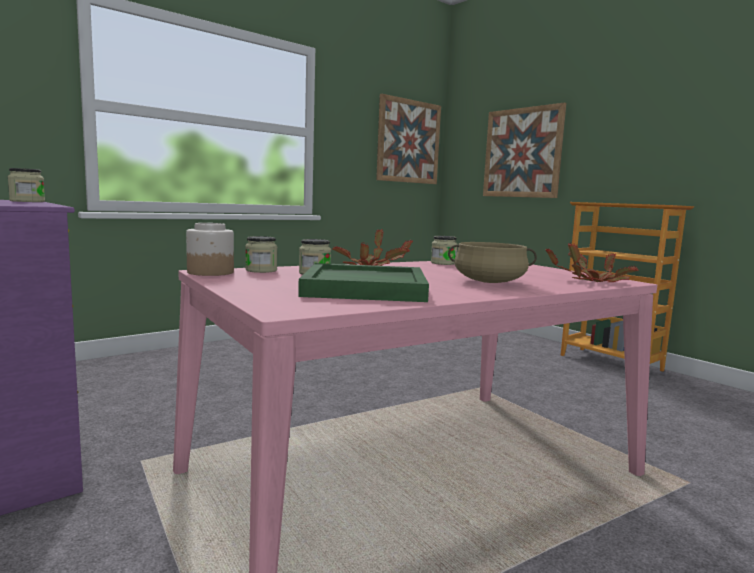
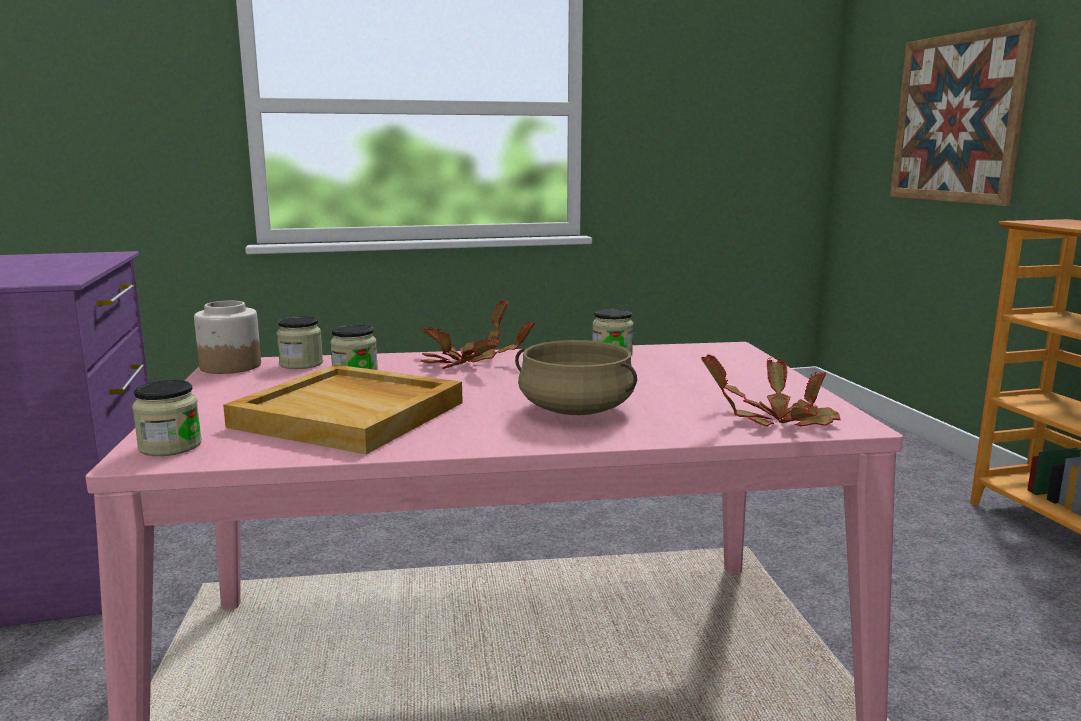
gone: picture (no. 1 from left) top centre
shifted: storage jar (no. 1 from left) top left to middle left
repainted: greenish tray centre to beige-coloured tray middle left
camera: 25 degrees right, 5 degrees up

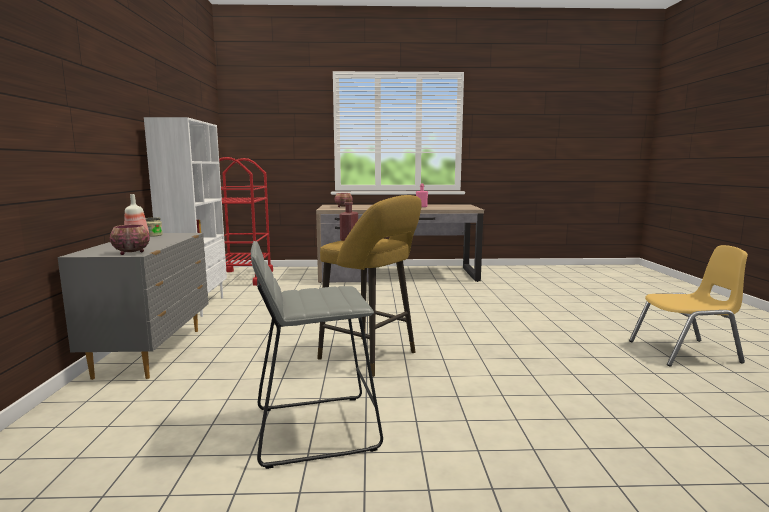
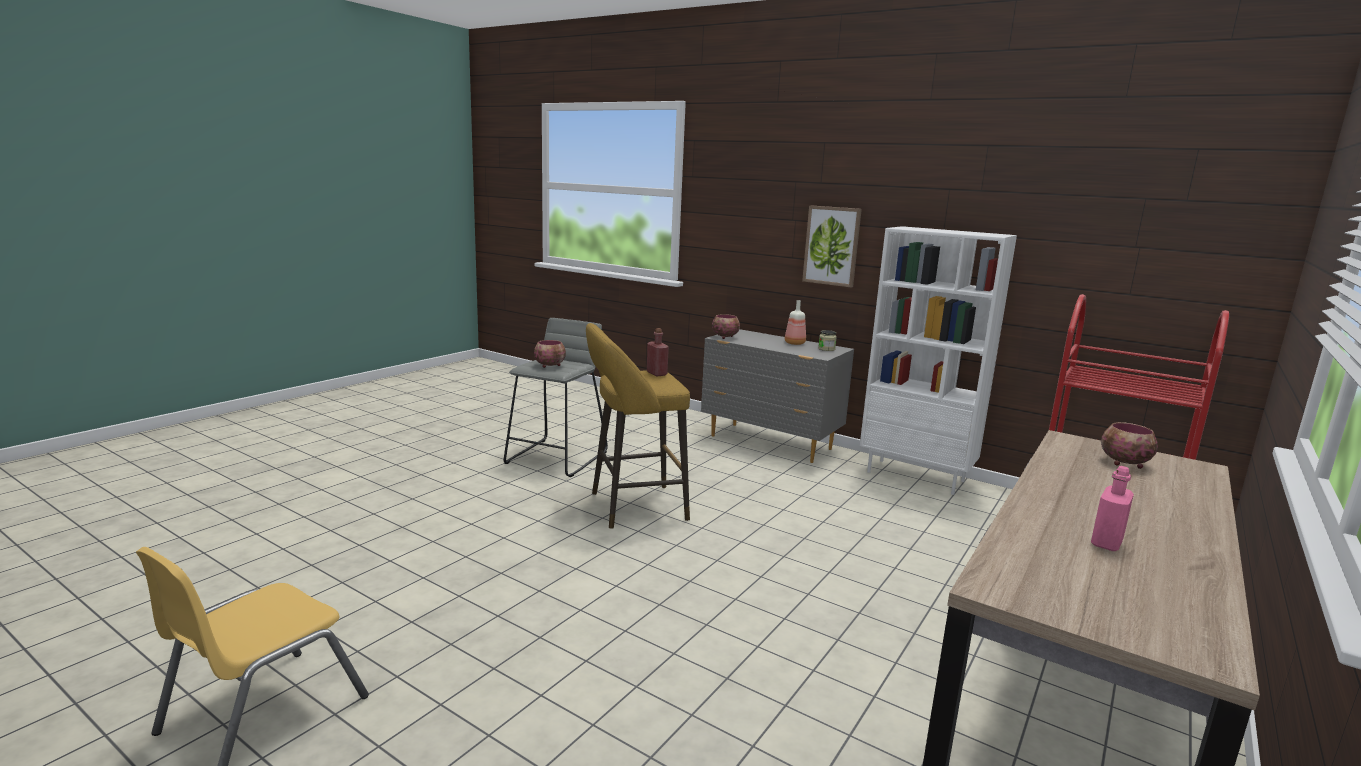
new: deep dish (no. 1 from left) centre; picture top centre
camera: 125 degrees right, 5 degrees up

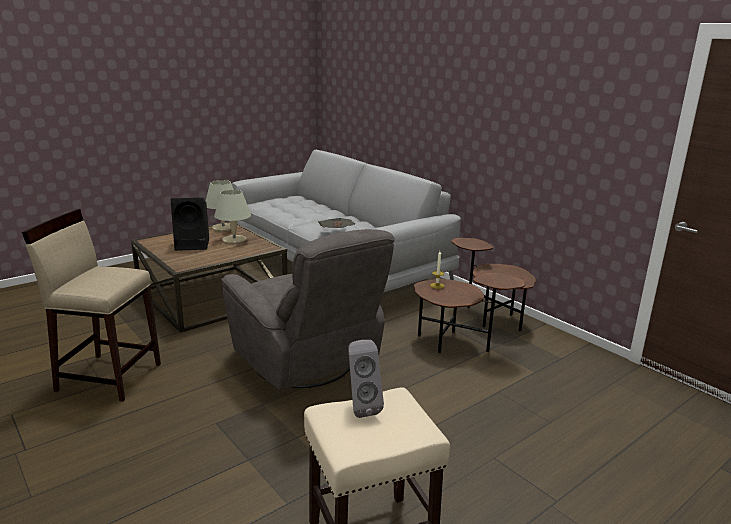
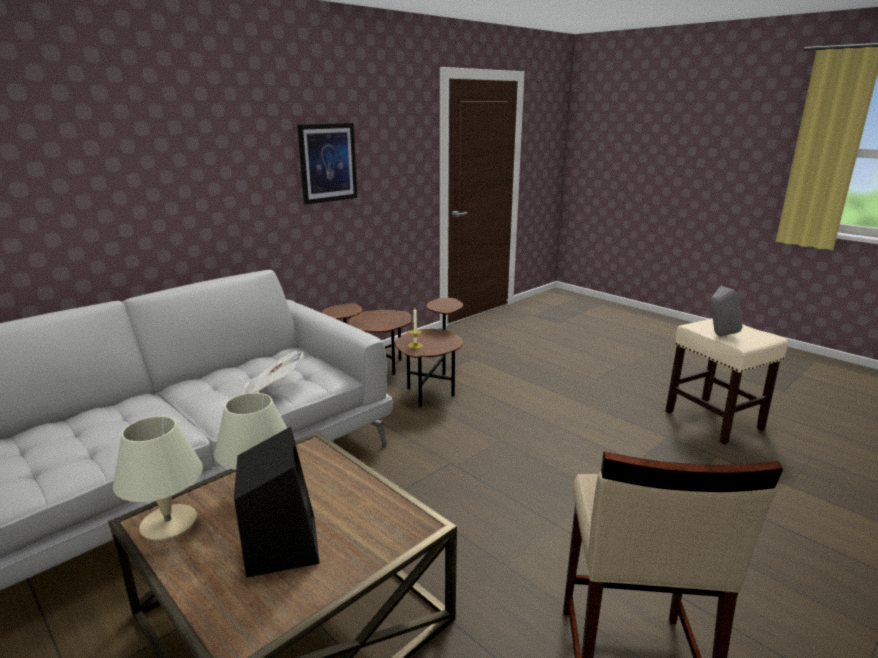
gone: grey lounge chair centre
new: picture top centre
camera: 95 degrees left, 0 degrees up

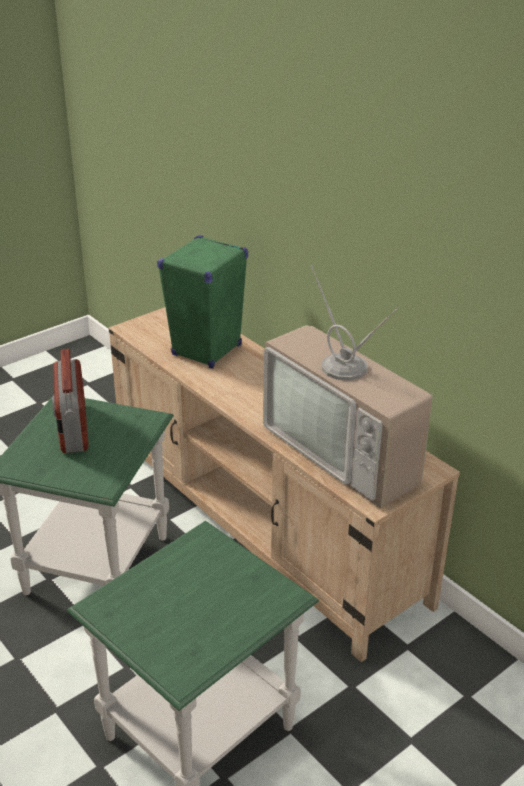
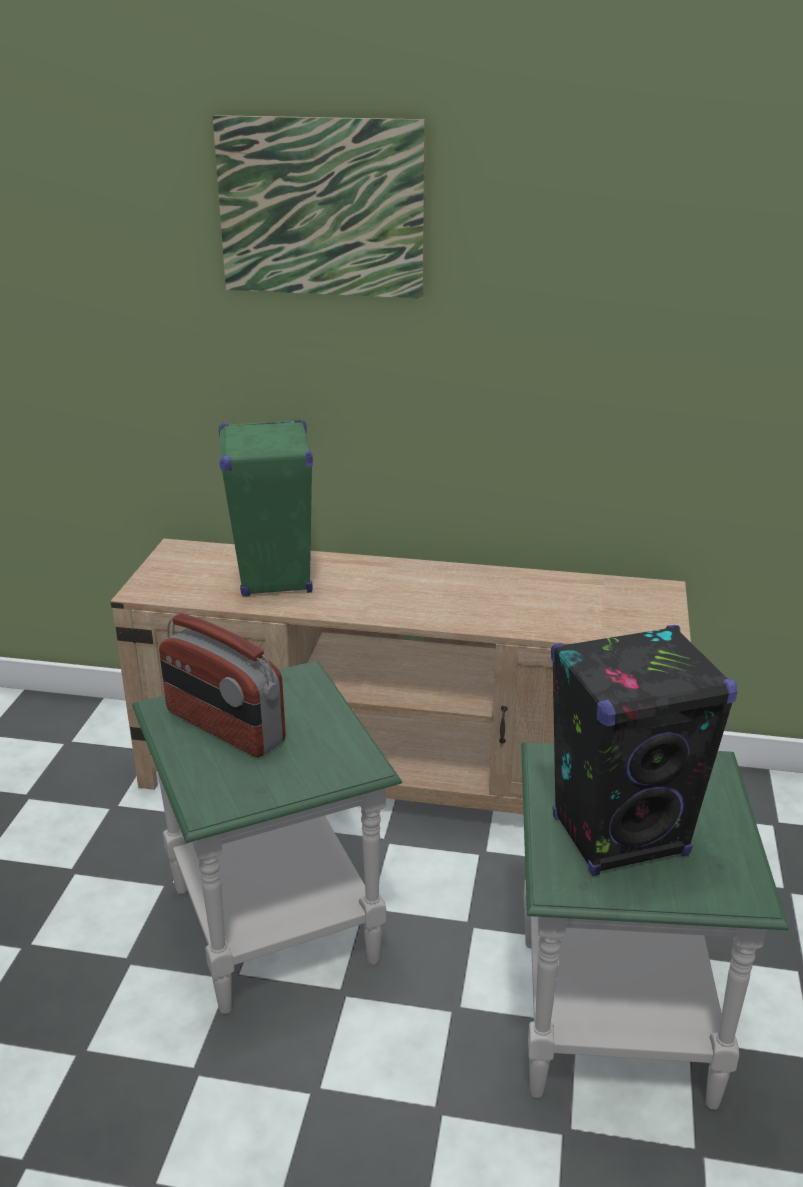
gone: television centre
new: picture top centre; blackish speaker middle right
camera: 40 degrees left, 5 degrees down

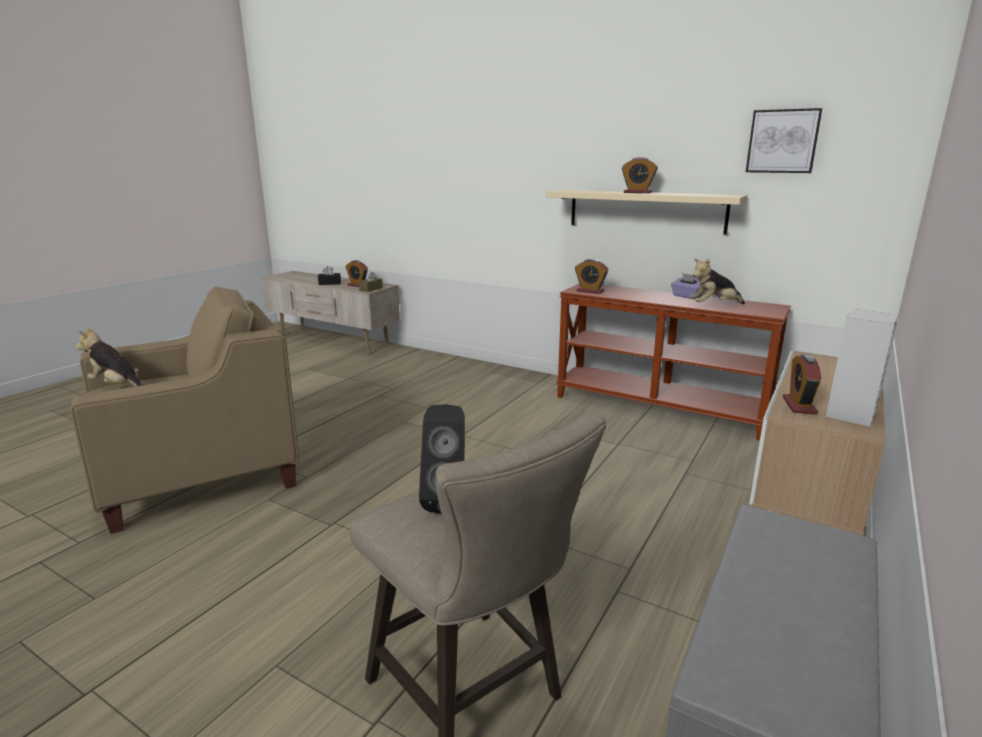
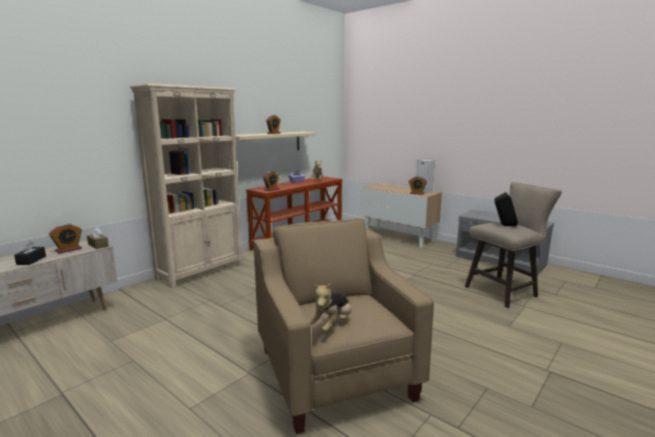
gone: picture top right
new: beige-coloured shelving unit middle left
camera: 80 degrees left, 5 degrees down

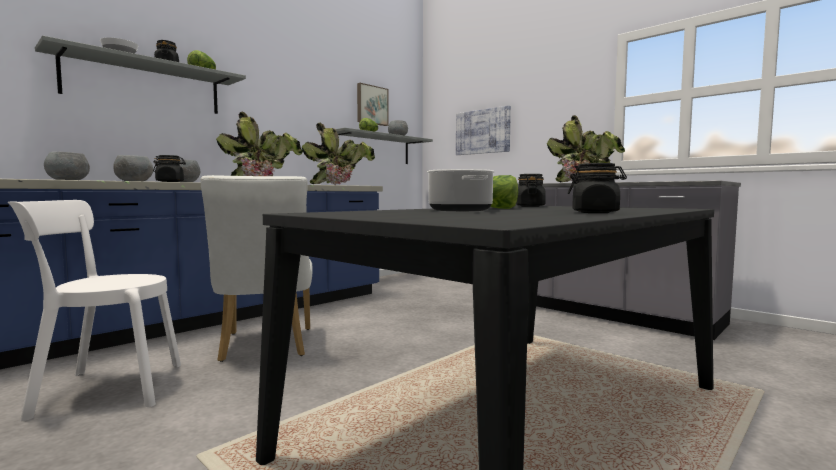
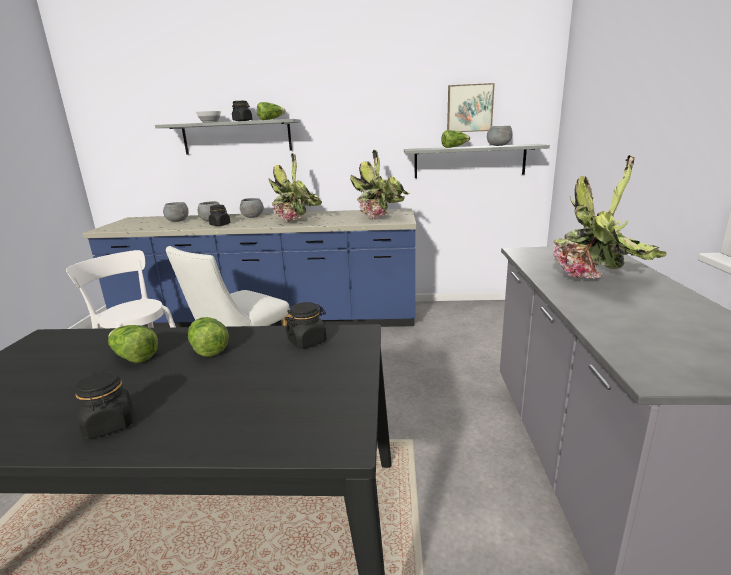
gone: picture (no. 2 from left) top centre
swapped: cooking pot centre to lettuce head (no. 1 from left) middle left
camera: 50 degrees right, 15 degrees up

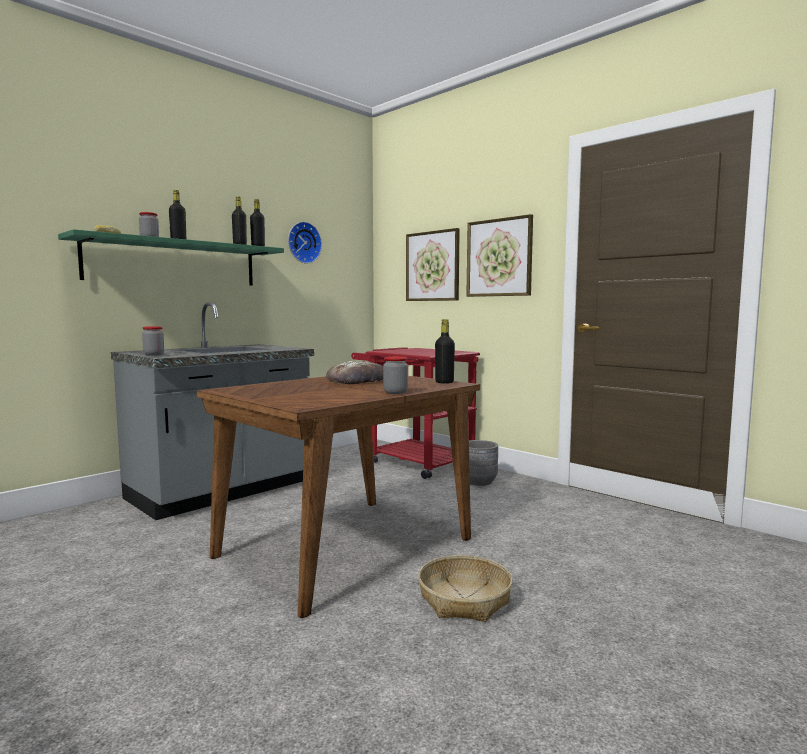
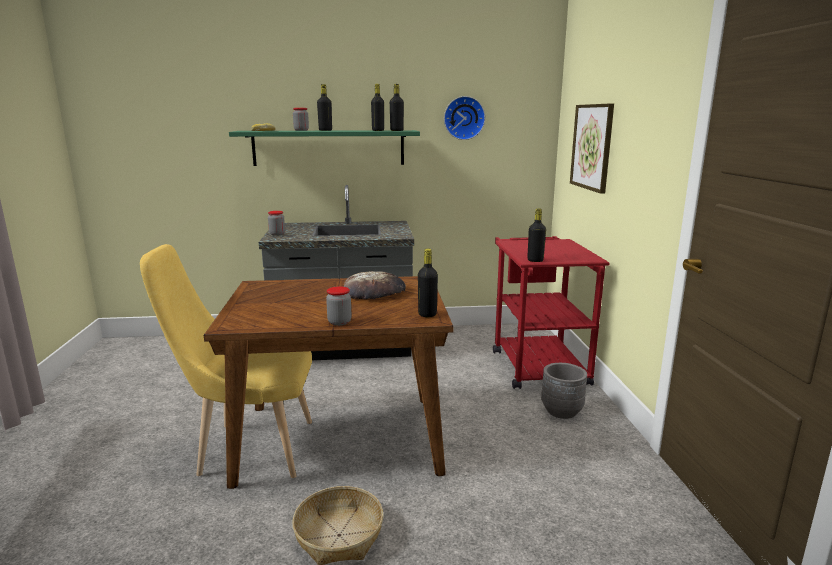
gone: picture (no. 2 from left) centre
new: yellowish upright chair middle left; blackish drink bottle (no. 5 from left) centre
camera: 40 degrees right, 10 degrees up

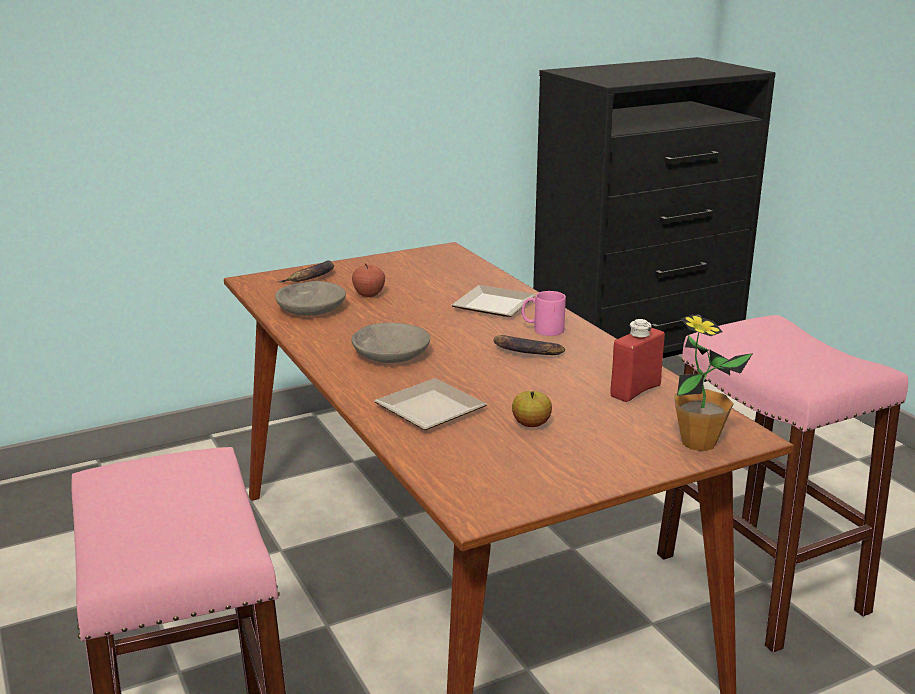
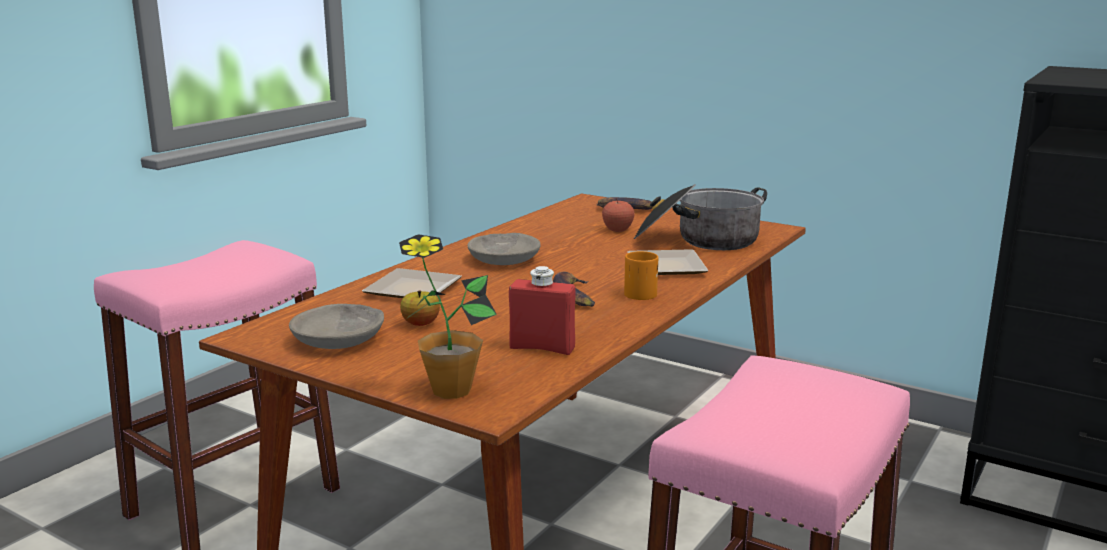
new: cooking pot centre
shifted: grey deep dish (no. 1 from left) centre to middle left
repainted: pink tea mug centre to orange-coloured tea mug centre
camera: 60 degrees right, 5 degrees down

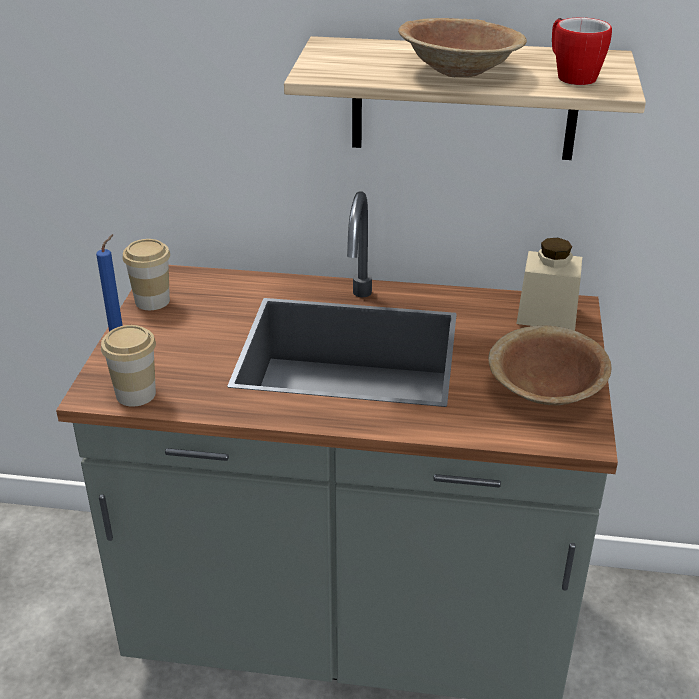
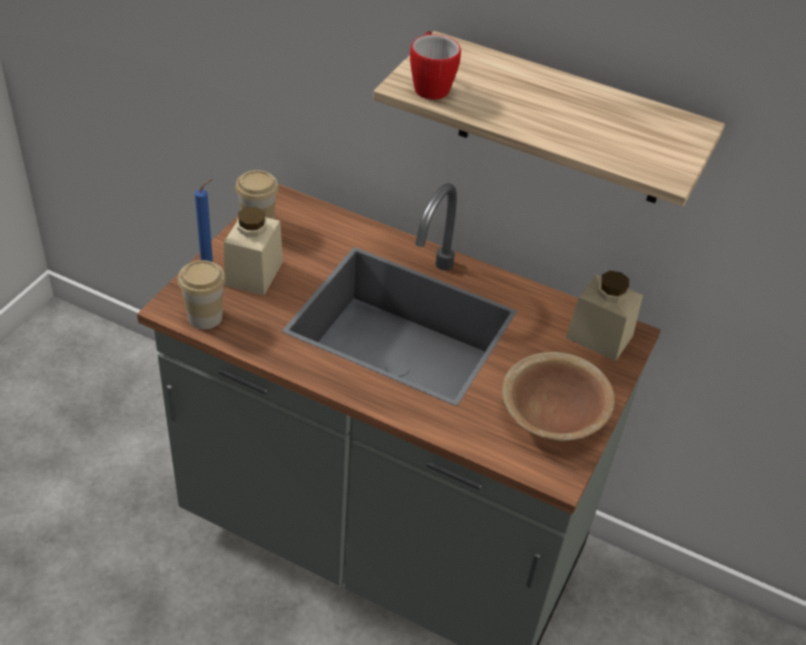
gone: brown-coloured deep dish (no. 1 from left) top centre
new: beige-coloured storage jar (no. 1 from left) middle left
shifted: tea mug top right to top centre
camera: 15 degrees right, 10 degrees up

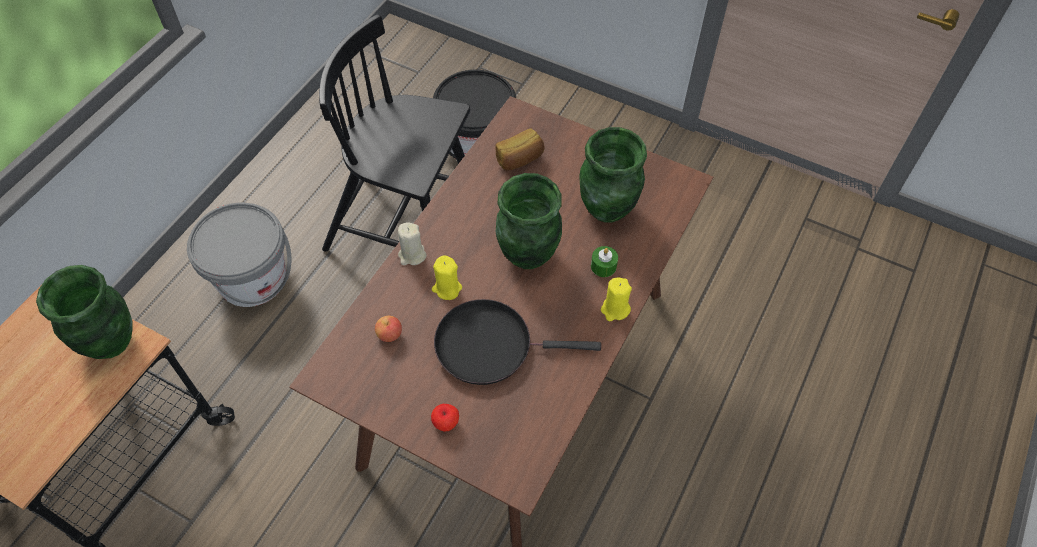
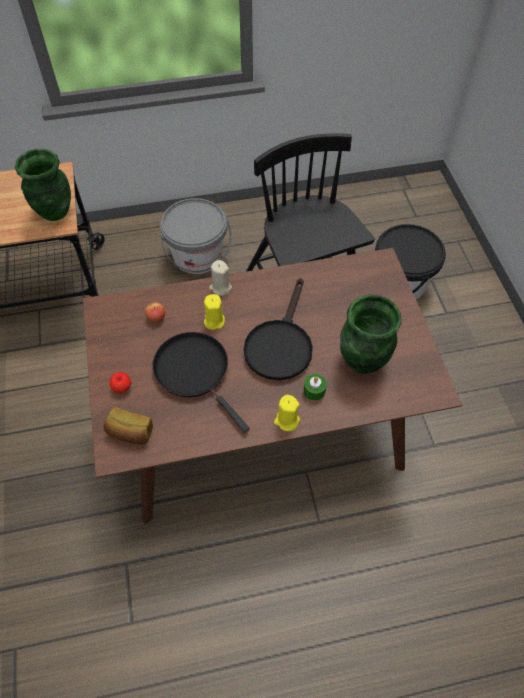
shifted: bread top centre to middle left
swapped: greenish vase (no. 2 from left) centre to blackish skillet (no. 2 from left) centre
camera: 50 degrees right, 0 degrees up

